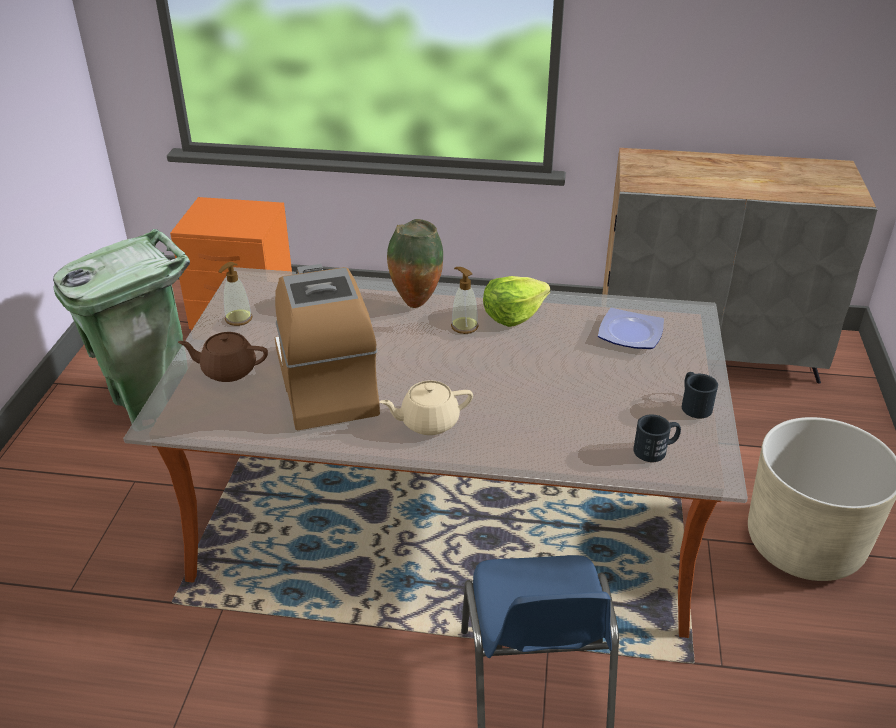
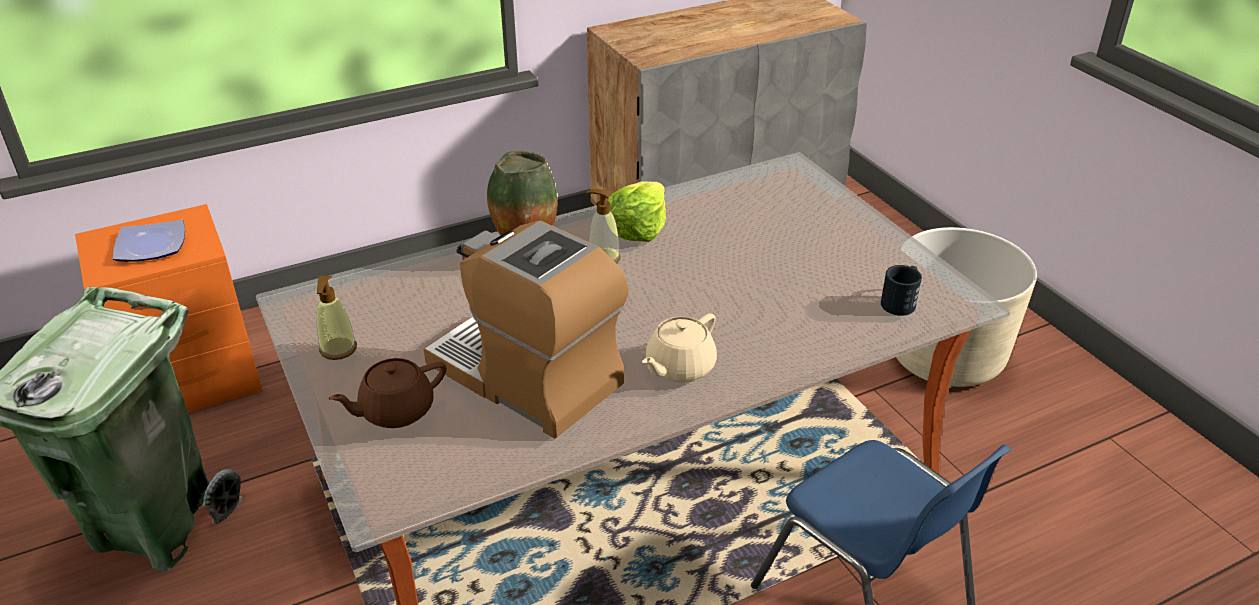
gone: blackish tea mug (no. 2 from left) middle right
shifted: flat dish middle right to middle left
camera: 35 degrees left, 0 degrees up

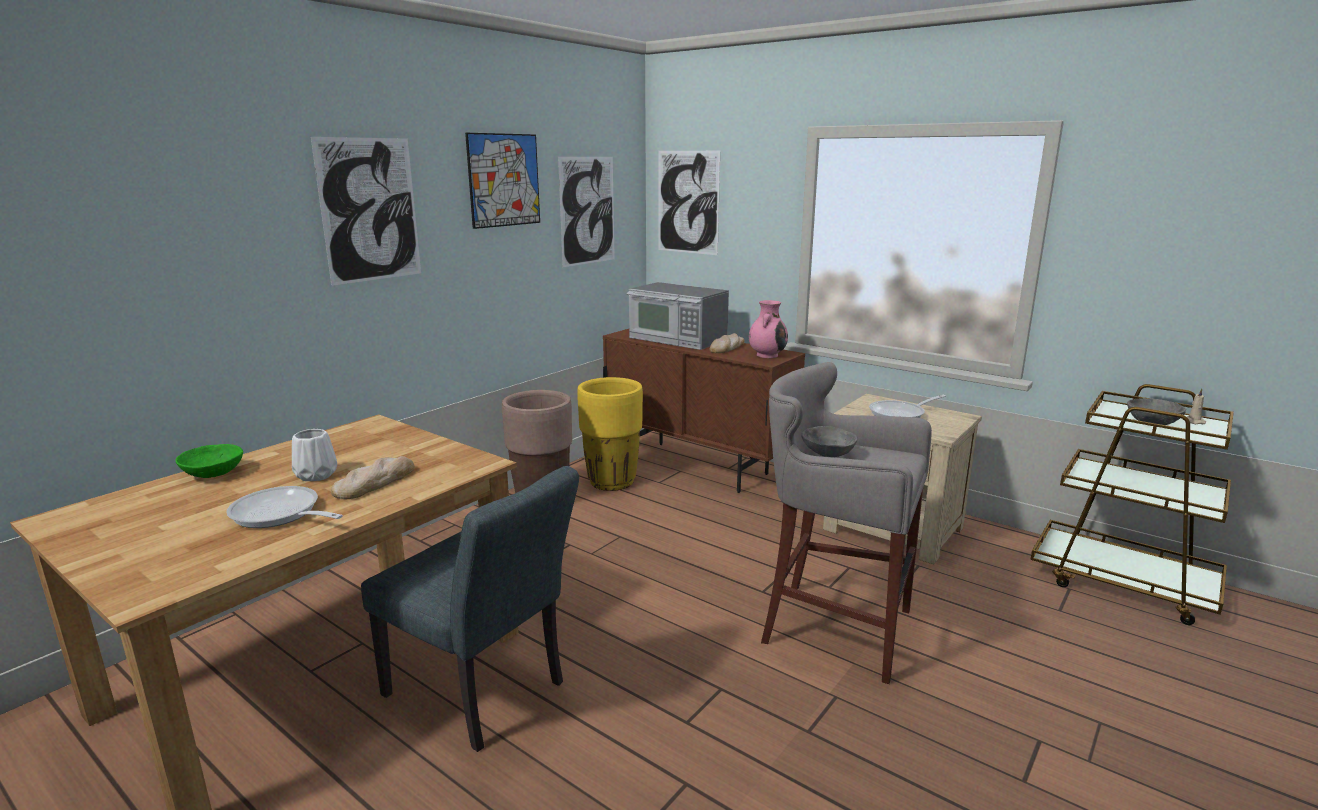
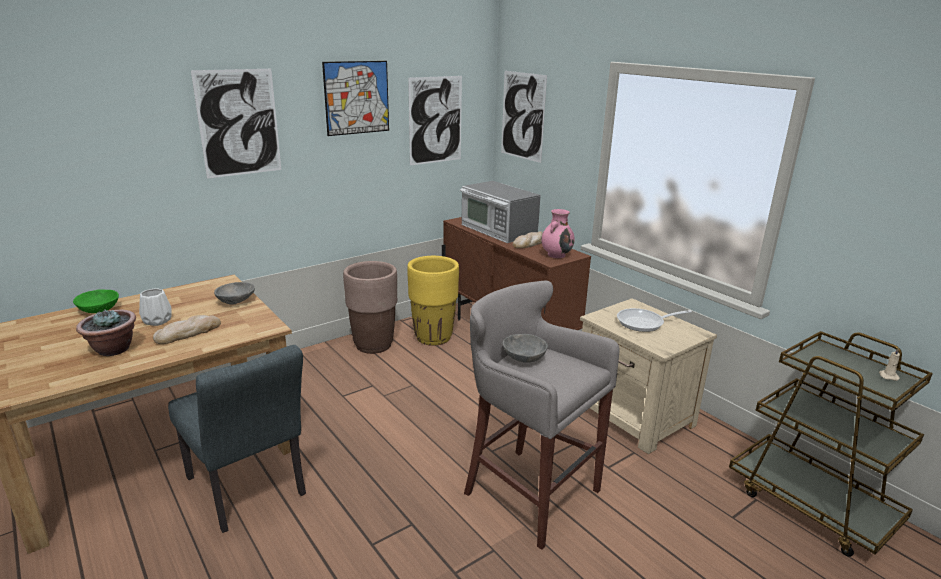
shifted: grey deep dish (no. 2 from left in the first image) middle right to grey deep dish (no. 1 from left) middle left
swapped: skillet (no. 1 from left) middle left to potted plant middle left
camera: 15 degrees right, 5 degrees up

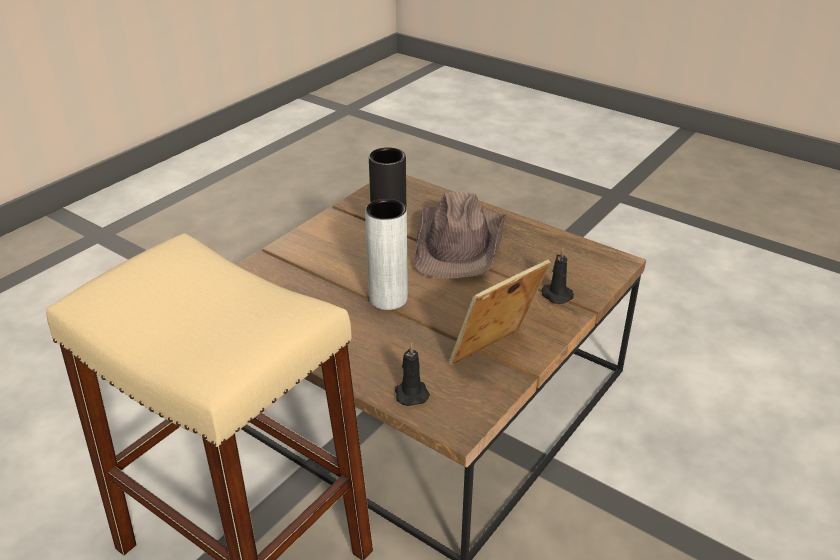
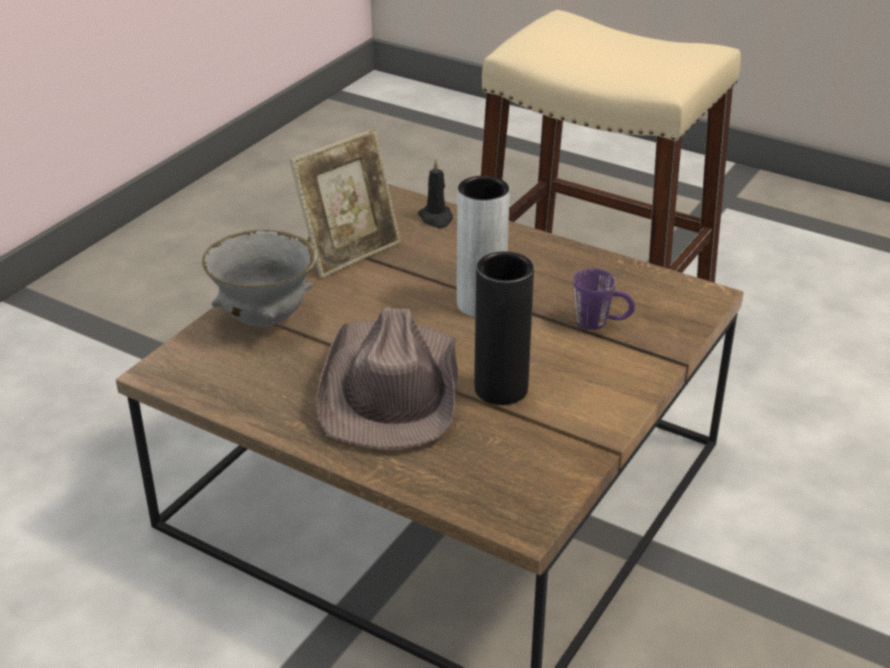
new: purple tea mug middle right
swapped: blackish wax light (no. 2 from left) centre to grey deep dish middle left
camera: 175 degrees right, 0 degrees up

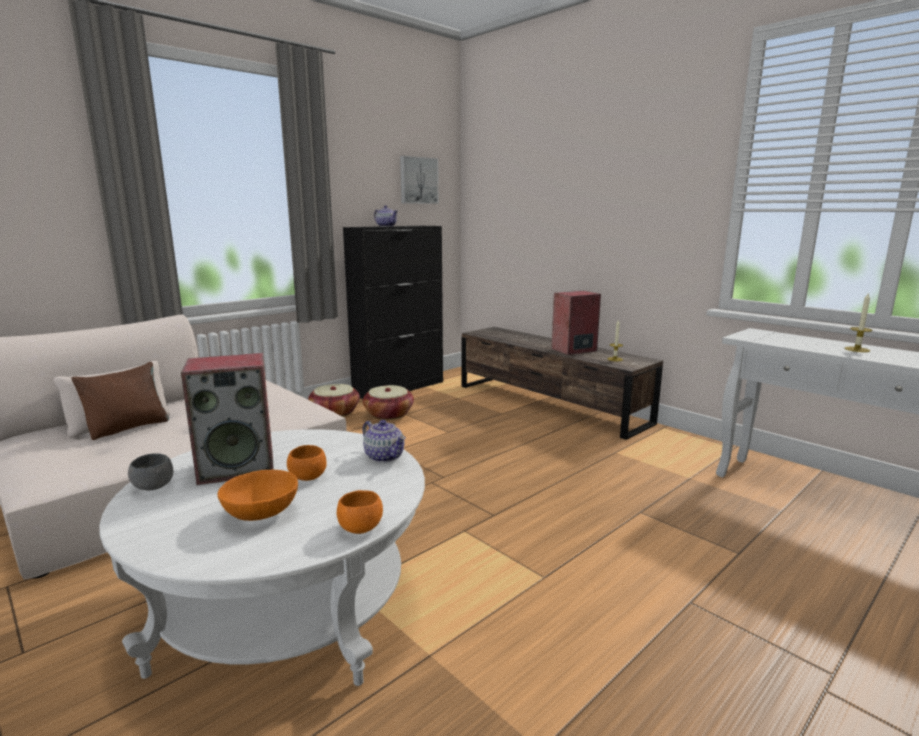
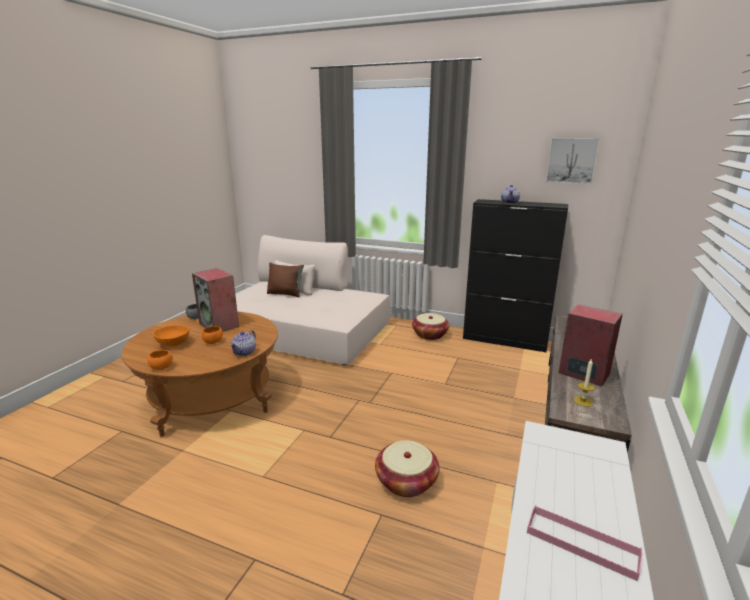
shifted: household basket (no. 2 from left in the first image) centre to household basket (no. 1 from left) bottom centre
swapped: wax light (no. 2 from left) middle right to pink tray bottom right
repainted: white coffee table bottom left to brown-coloured coffee table middle left
camera: 65 degrees right, 5 degrees up

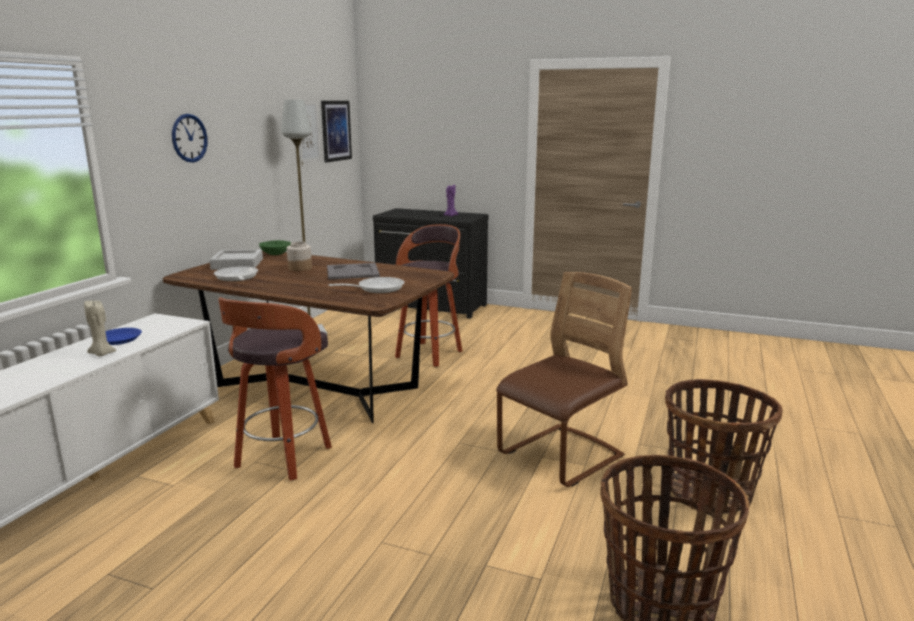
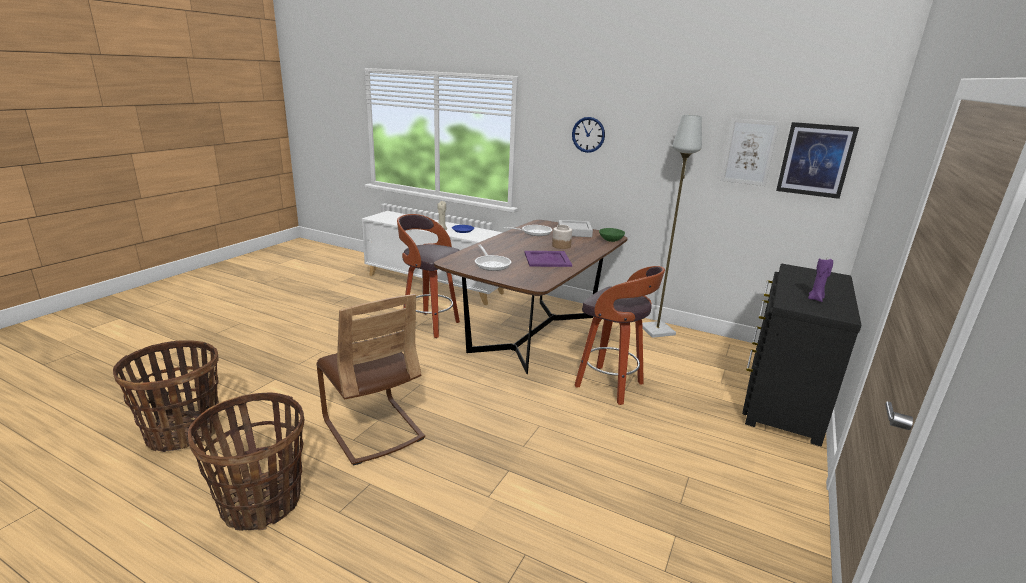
repainted: grey tray (no. 2 from left) centre to purple tray centre
camera: 95 degrees right, 5 degrees up

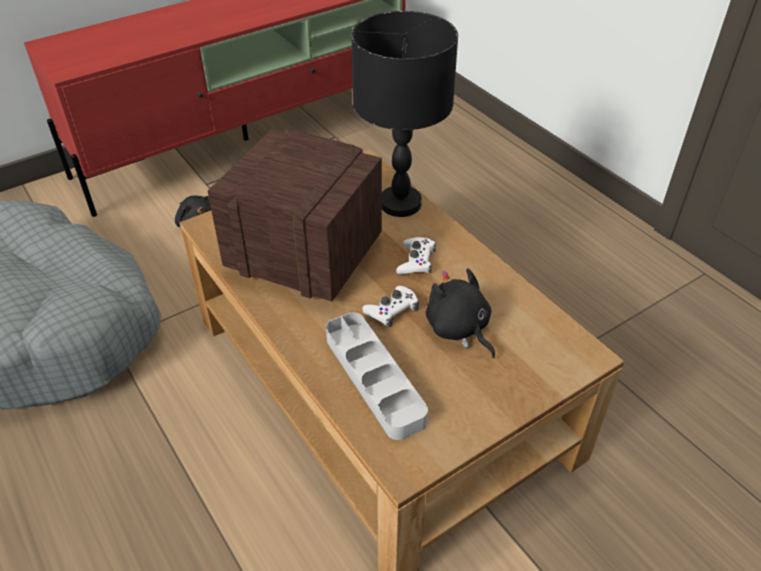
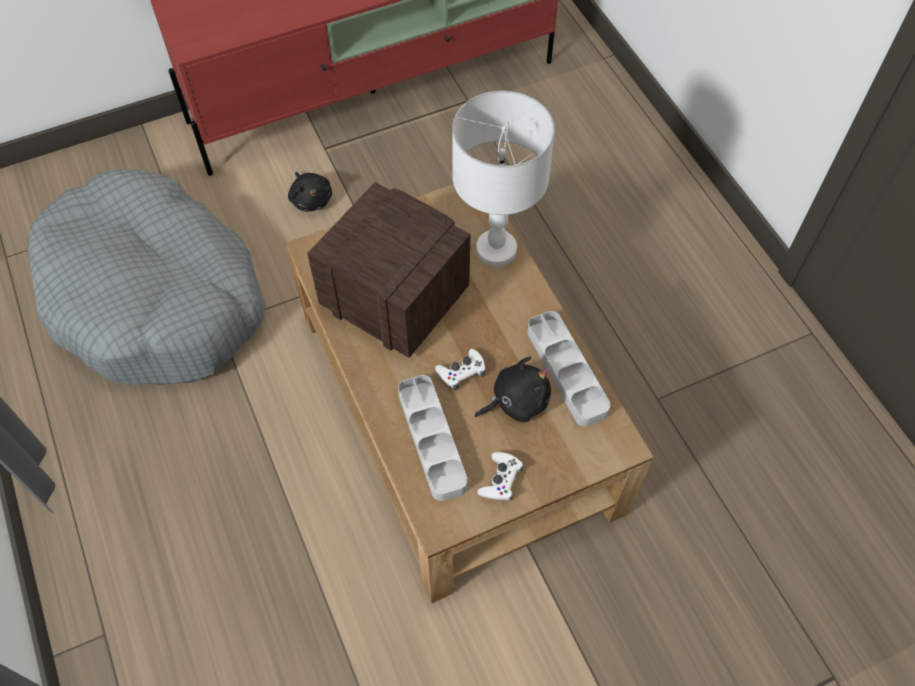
new: grey tray (no. 2 from left) centre
shifted: white joypad (no. 2 from left) centre to bottom centre
repainted: blackish tabletop lamp top centre to white tabletop lamp top centre
rotated: blackish soft toy (no. 2 from left) centre = centre 90 degrees clockwise
camera: 10 degrees right, 15 degrees up

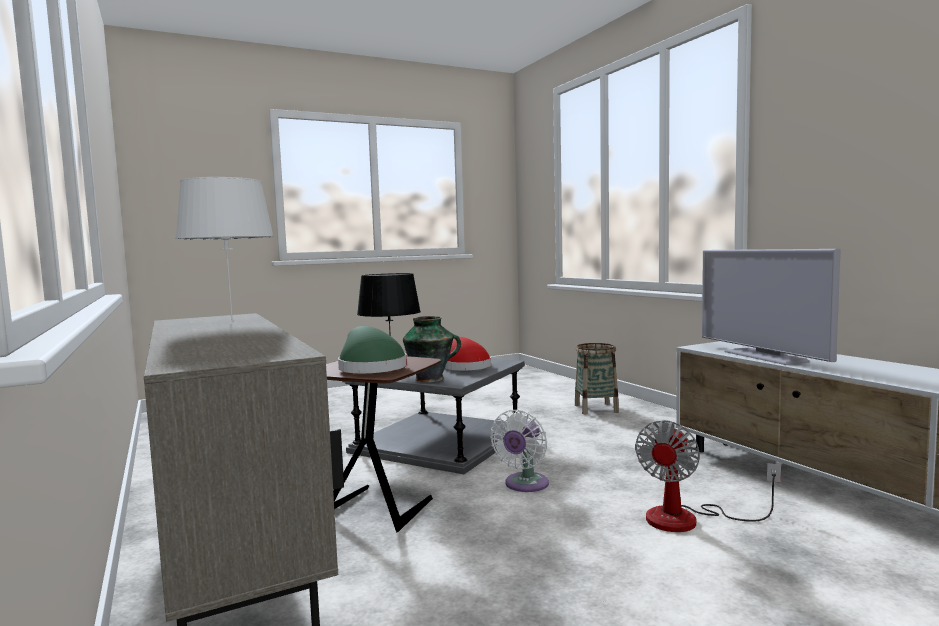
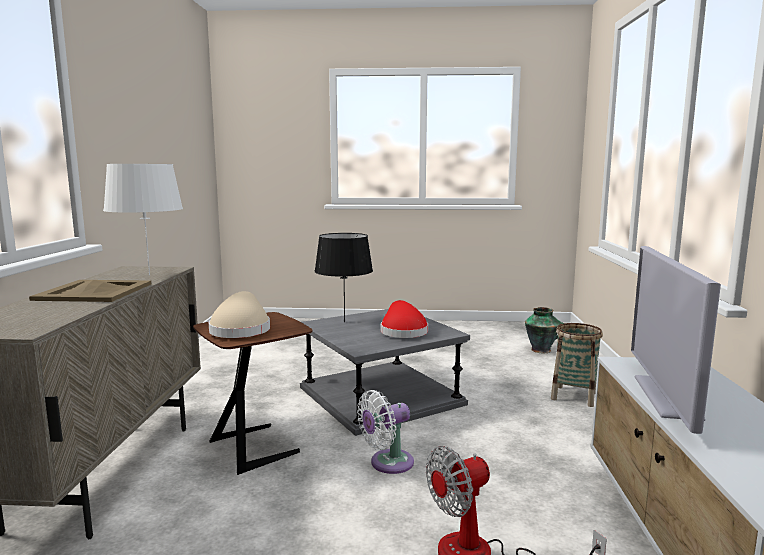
new: beige-coloured tray middle left
shifted: vase centre to middle right
repainted: greenish hat centre to beige-coloured hat middle left
camera: 30 degrees right, 5 degrees up

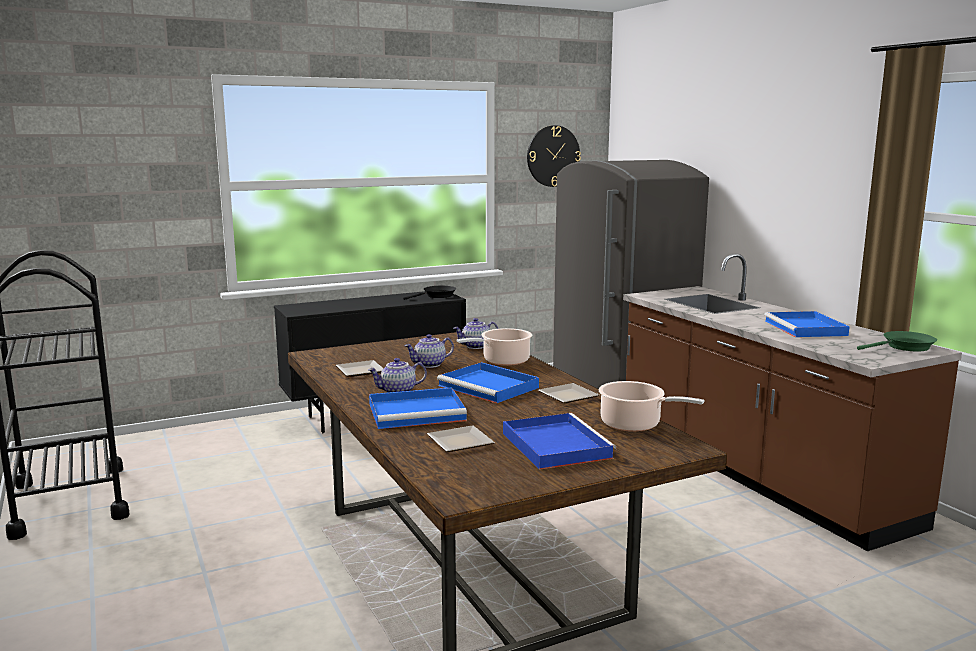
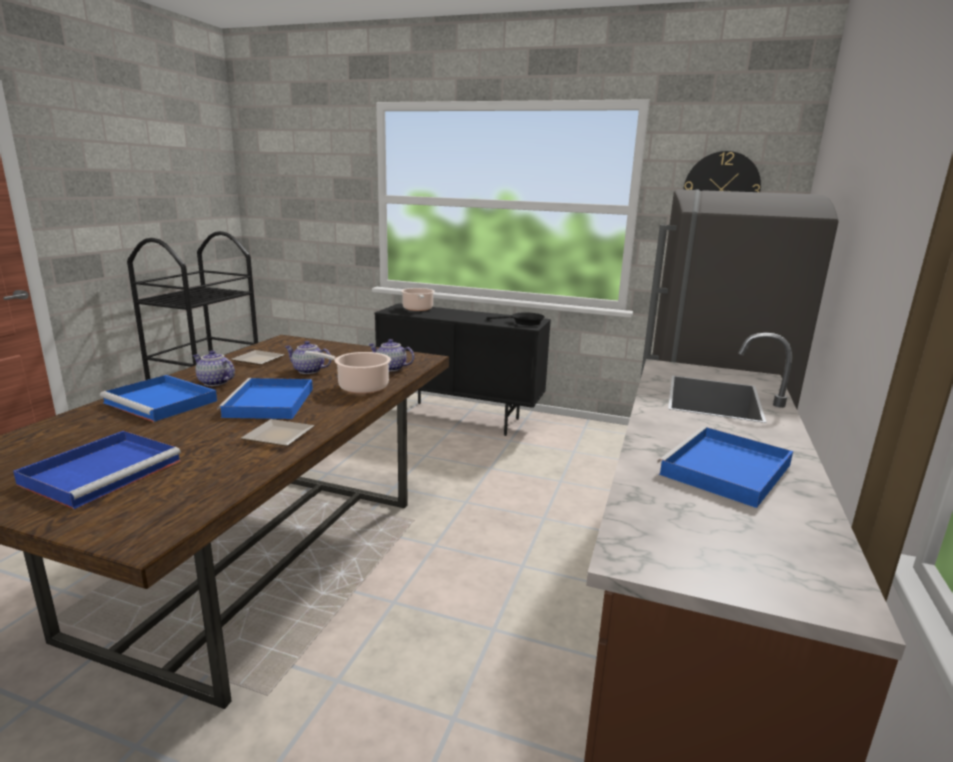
gone: flat dish (no. 2 from left) bottom centre; greenish skillet middle right
shifted: cooking pot (no. 2 from left) middle right to centre
camera: 45 degrees right, 5 degrees up

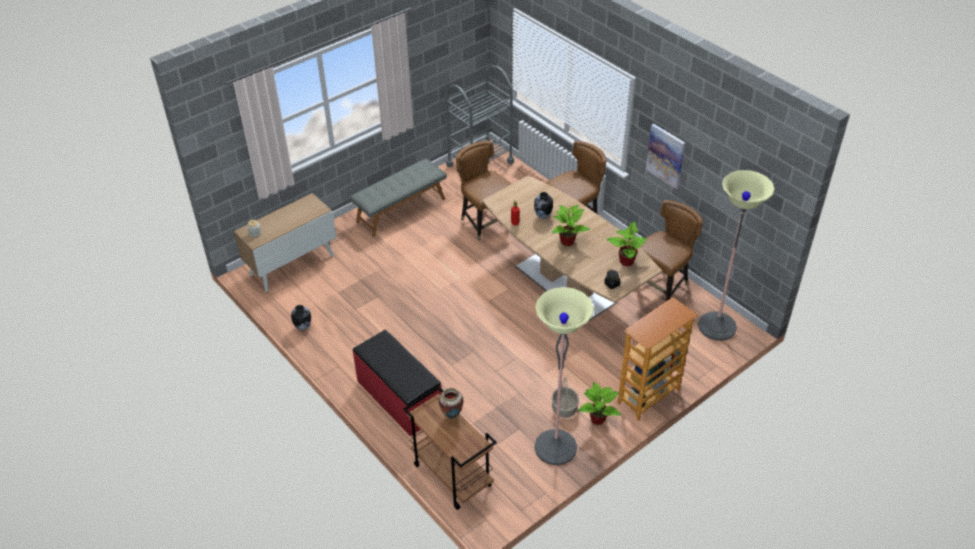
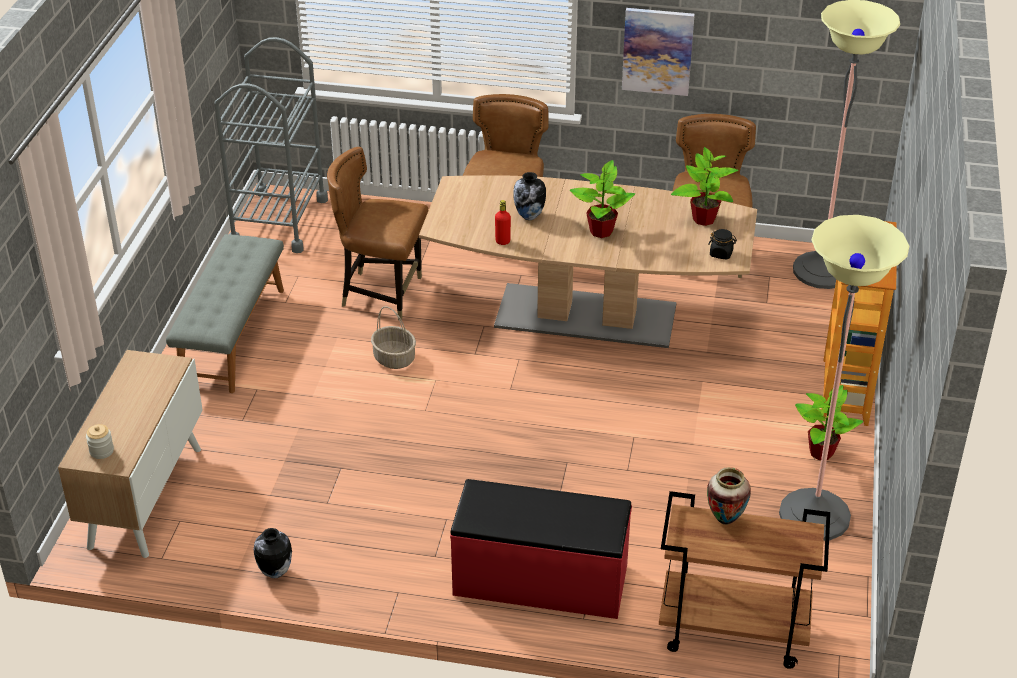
shifted: household basket bottom centre to centre
camera: 40 degrees left, 5 degrees down

